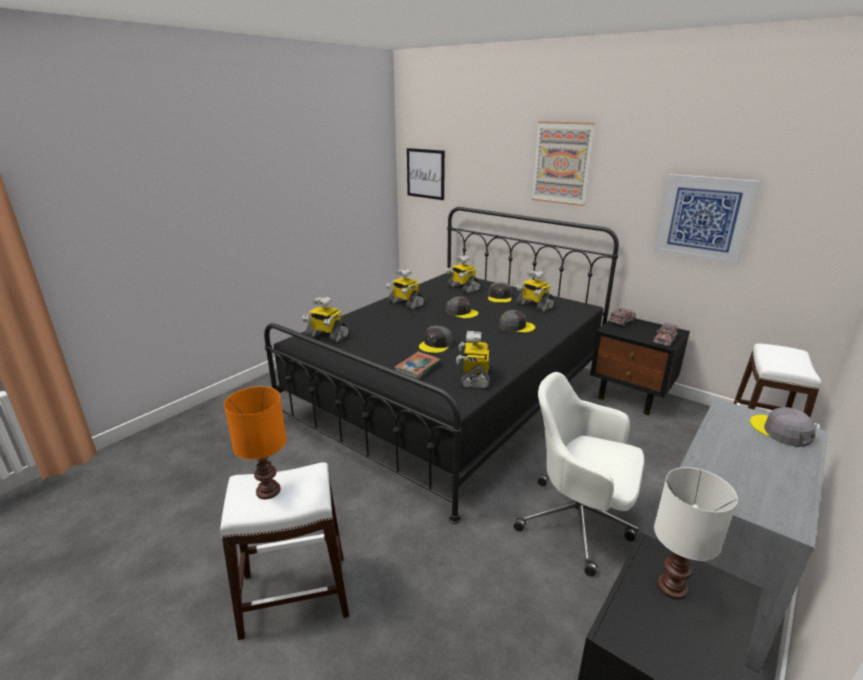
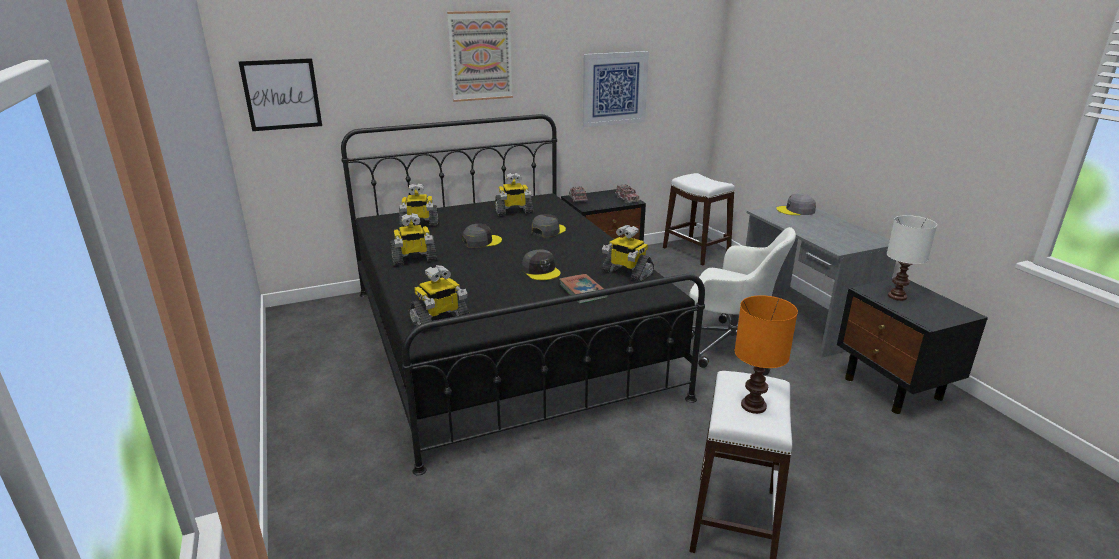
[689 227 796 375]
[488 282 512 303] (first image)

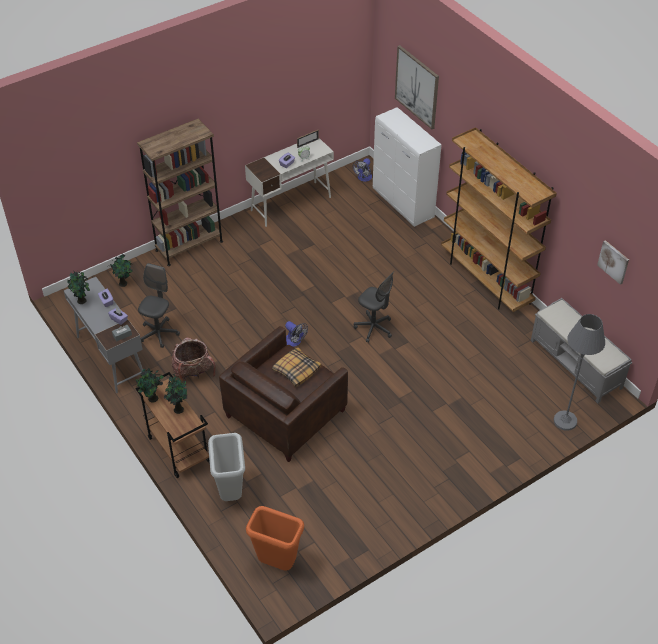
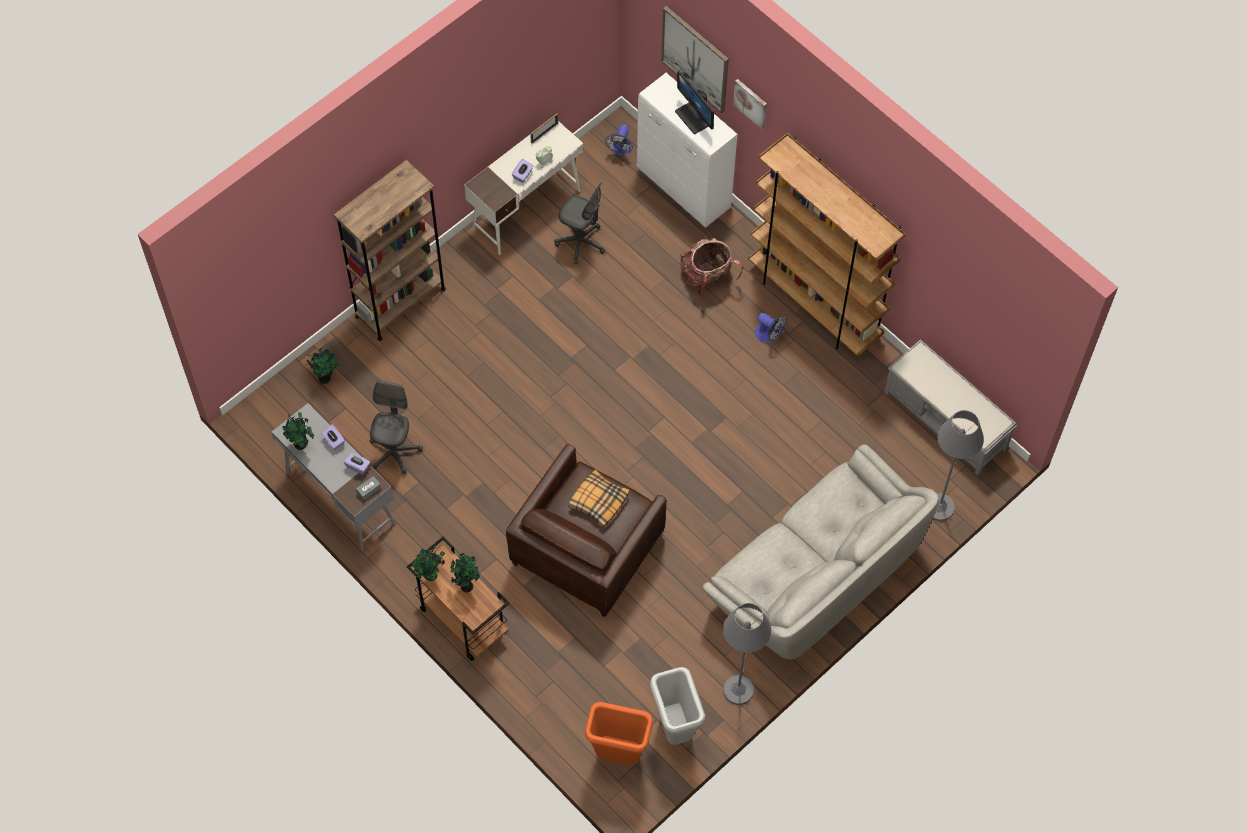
[554 183 605 264]
[650 667 705 745]
[675 70 714 134]
[681 238 744 295]
[703 444 939 661]
[723 603 771 705]
[733 79 767 129]
[755 313 788 343]

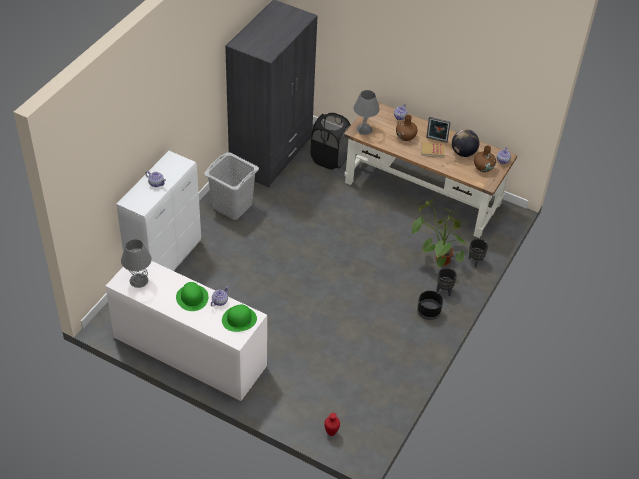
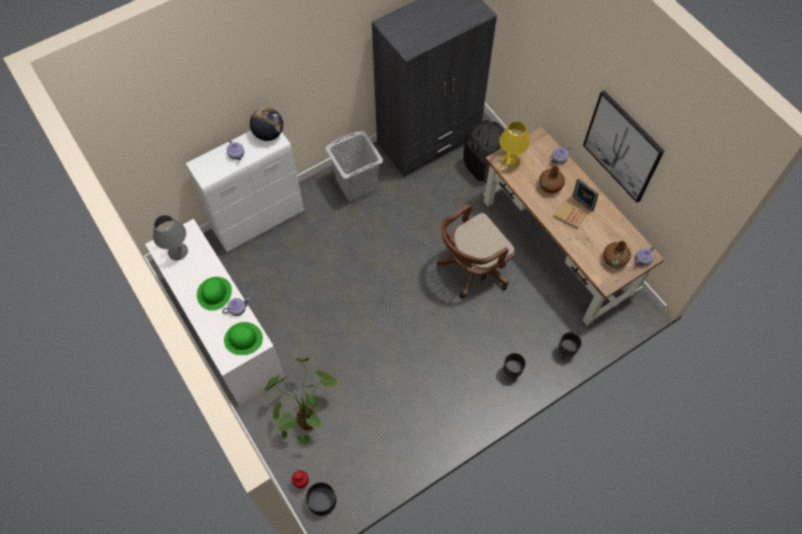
[250 107 283 141]
[264 358 339 445]
[306 482 336 516]
[437 204 515 298]
[499 121 530 168]
[583 90 664 203]

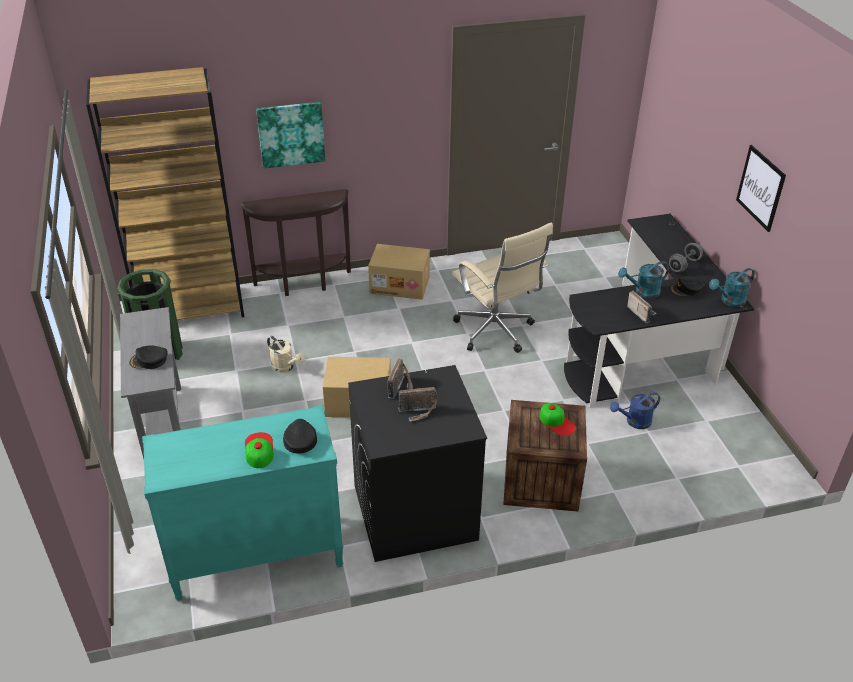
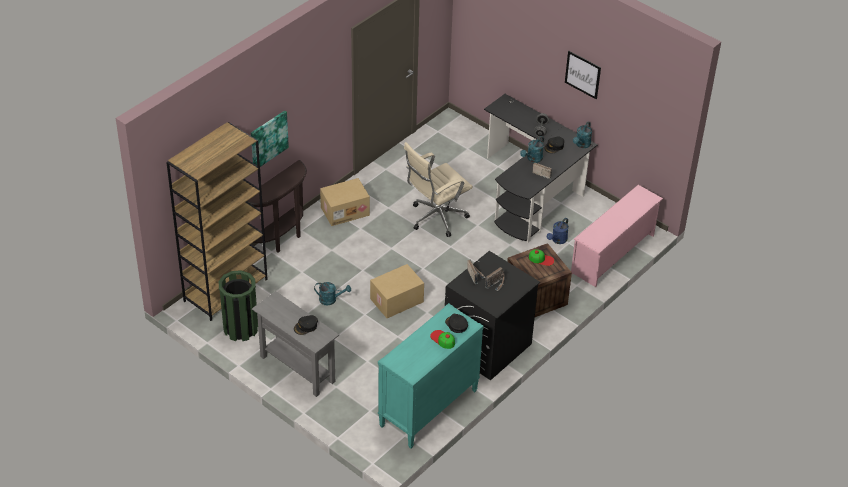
[314 282 351 306]
[404 142 473 237]
[571 185 663 287]

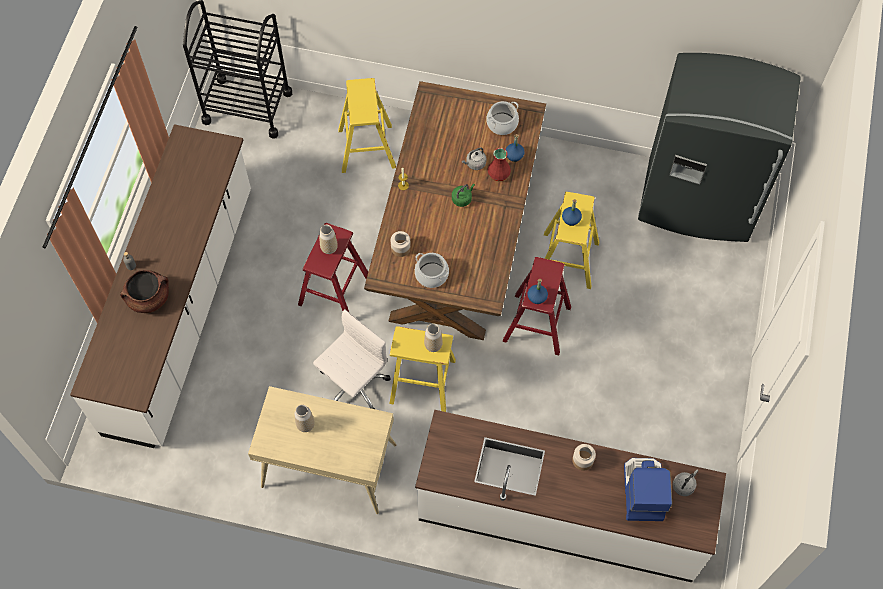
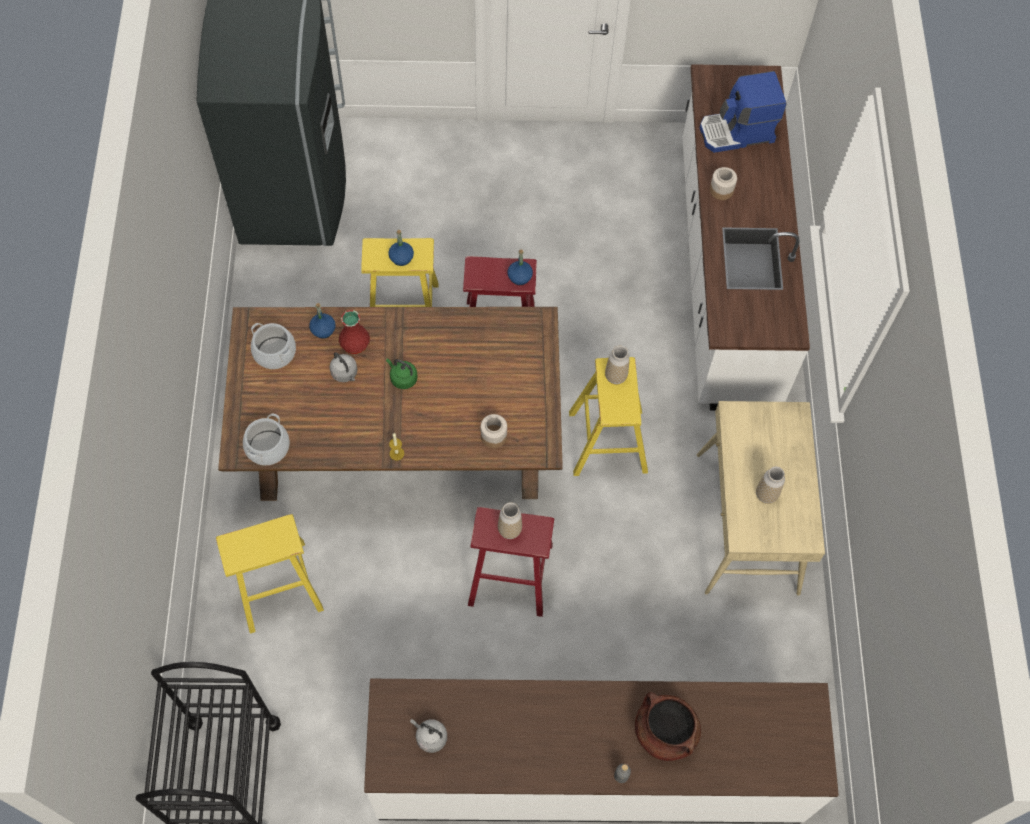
[243 413 290 465]
[410 719 447 753]
[313 309 391 409] (first image)

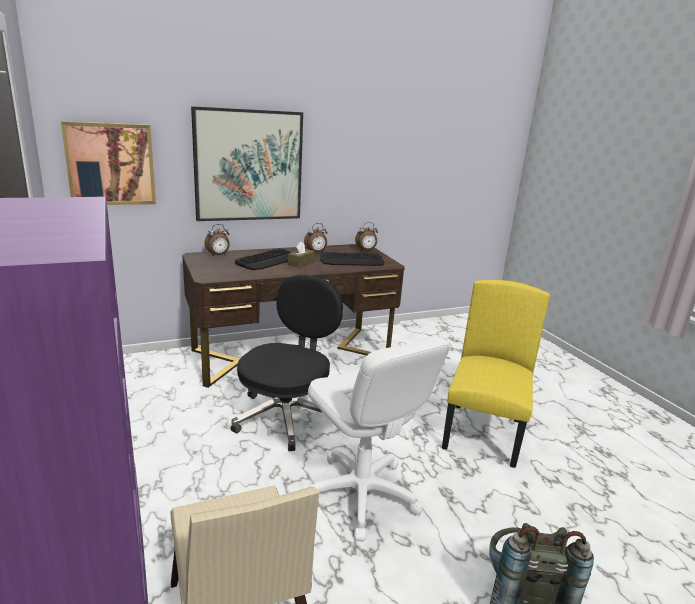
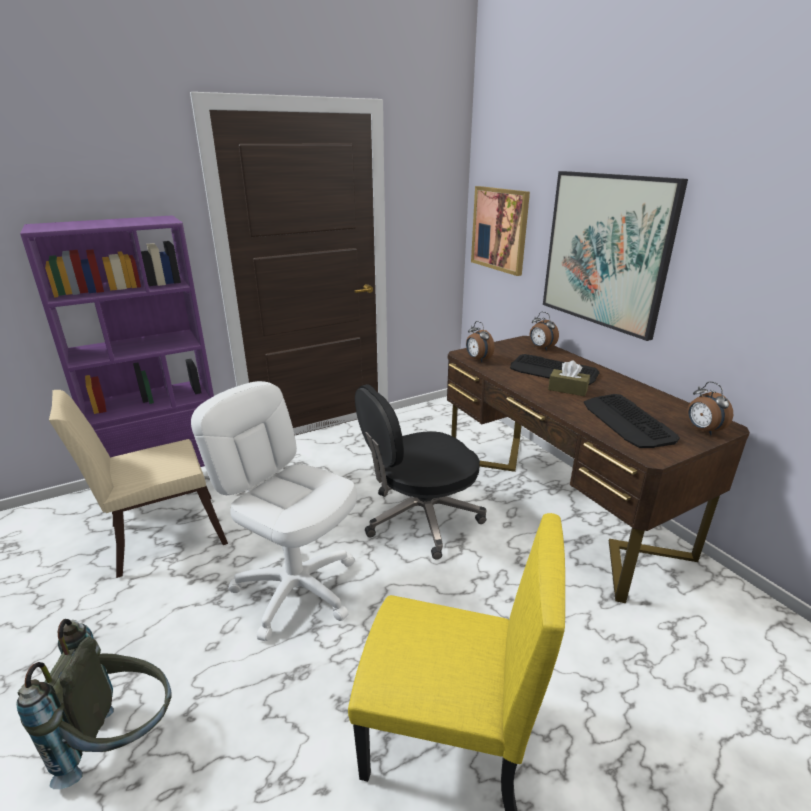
[191 381 357 641]
[355 384 486 560]
[466 321 494 362]

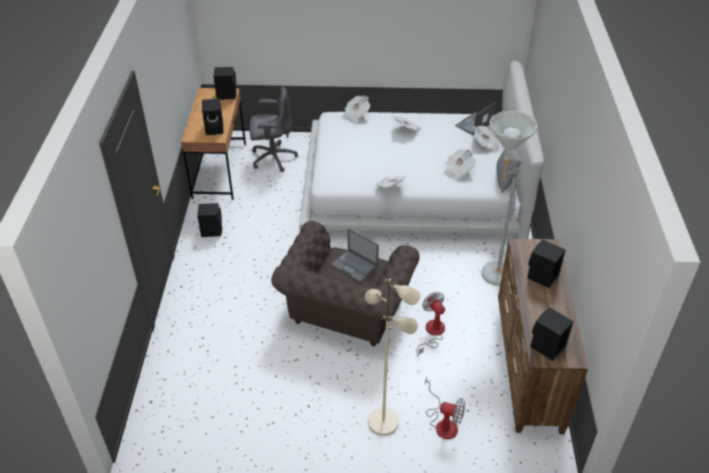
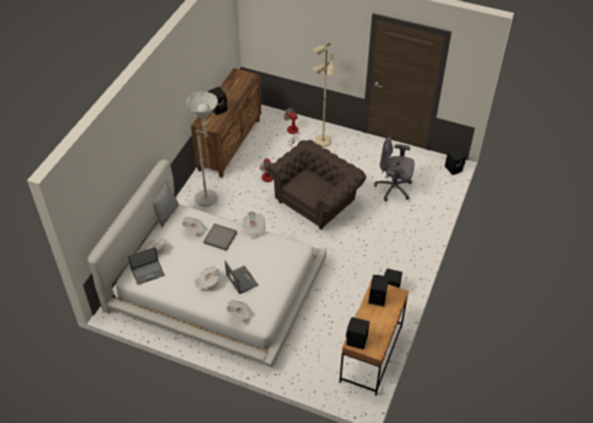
[203 223 237 251]
[225 261 258 294]
[374 136 415 201]
[445 148 466 175]

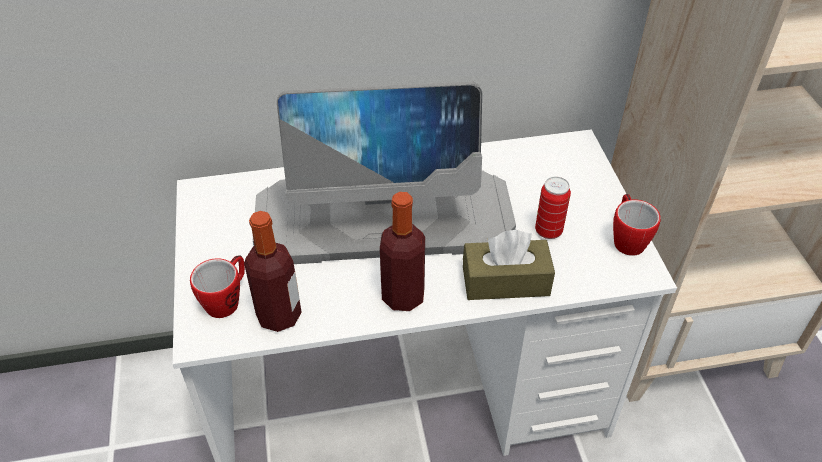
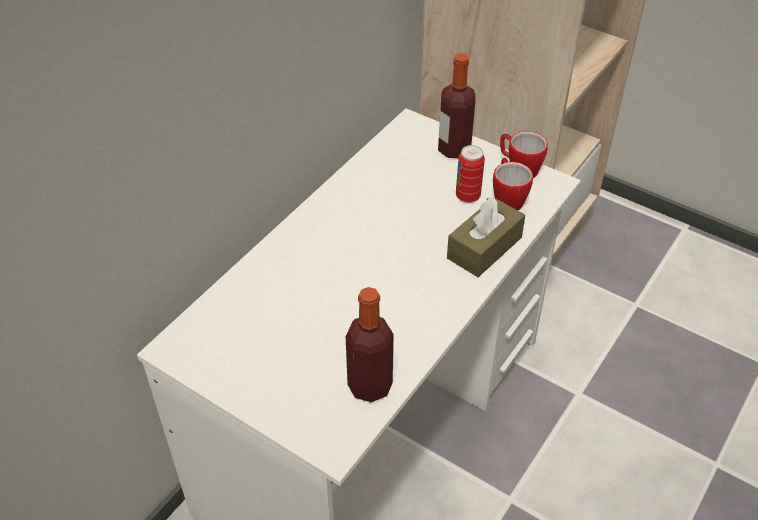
[438 53 476 158]
[493 157 533 210]
[253 81 516 264] (first image)

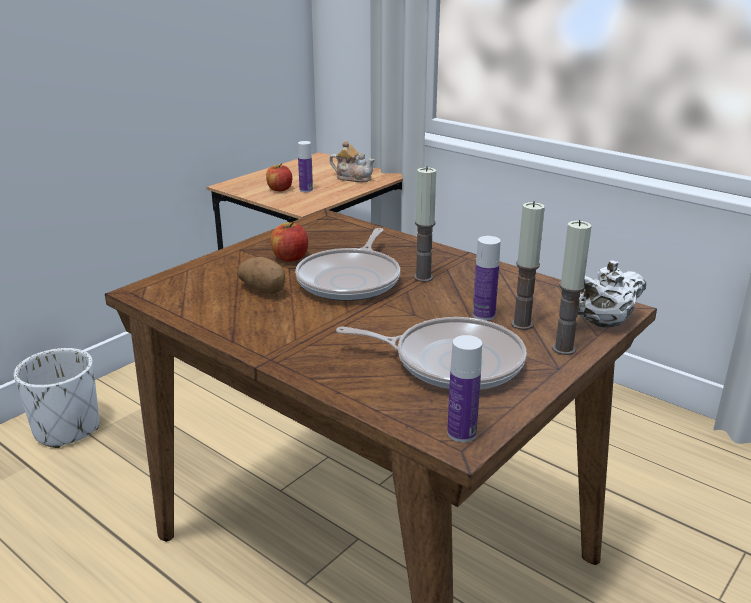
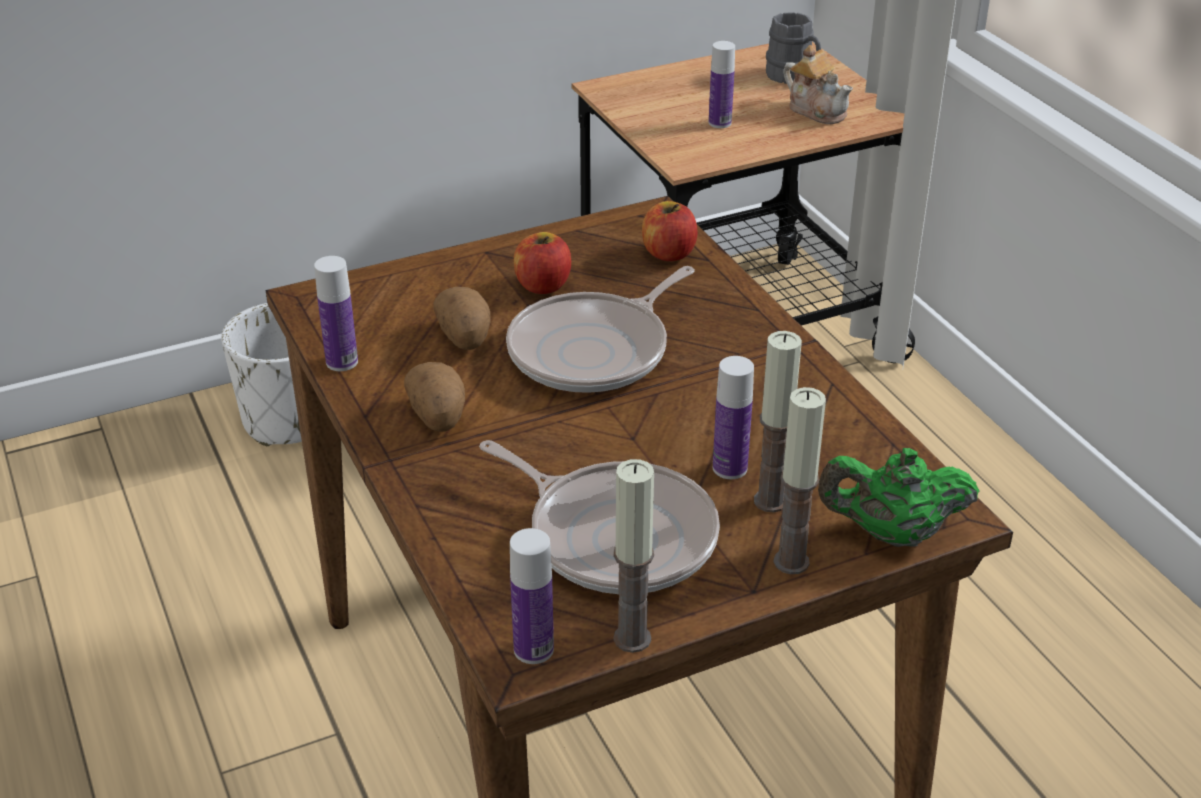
[314 256 358 371]
[404 362 465 432]
[613 459 654 653]
[642 201 697 261]
[766 12 821 84]
[818 448 979 547]

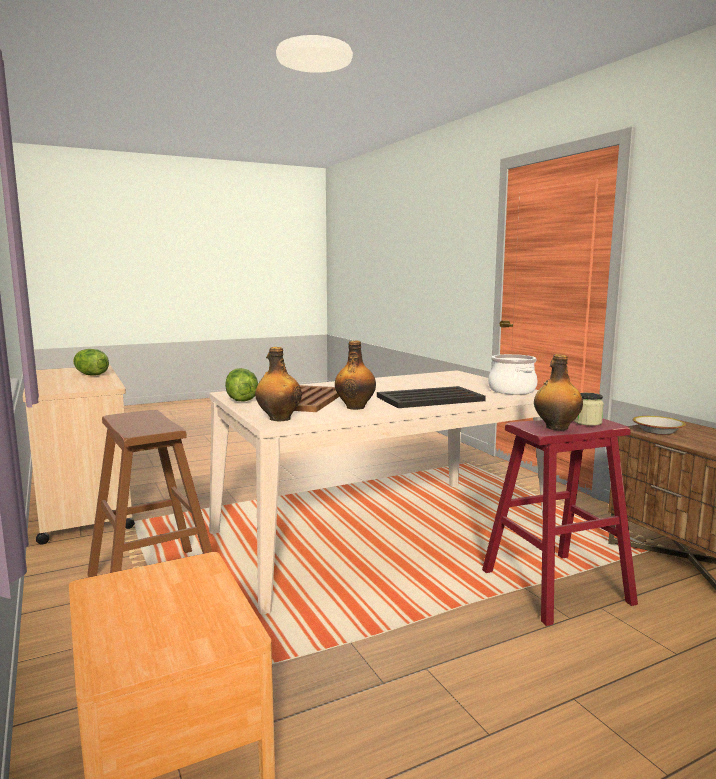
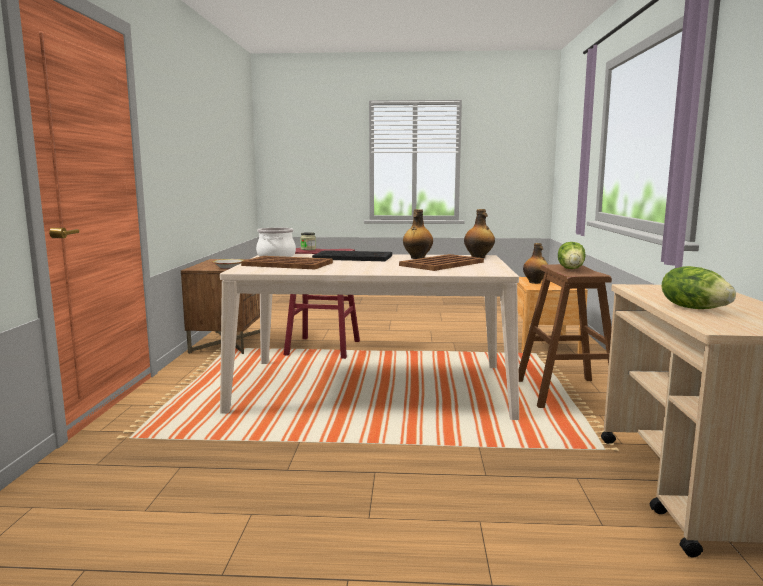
[241 256 333 269]
[523 243 548 284]
[558 242 586 269]

